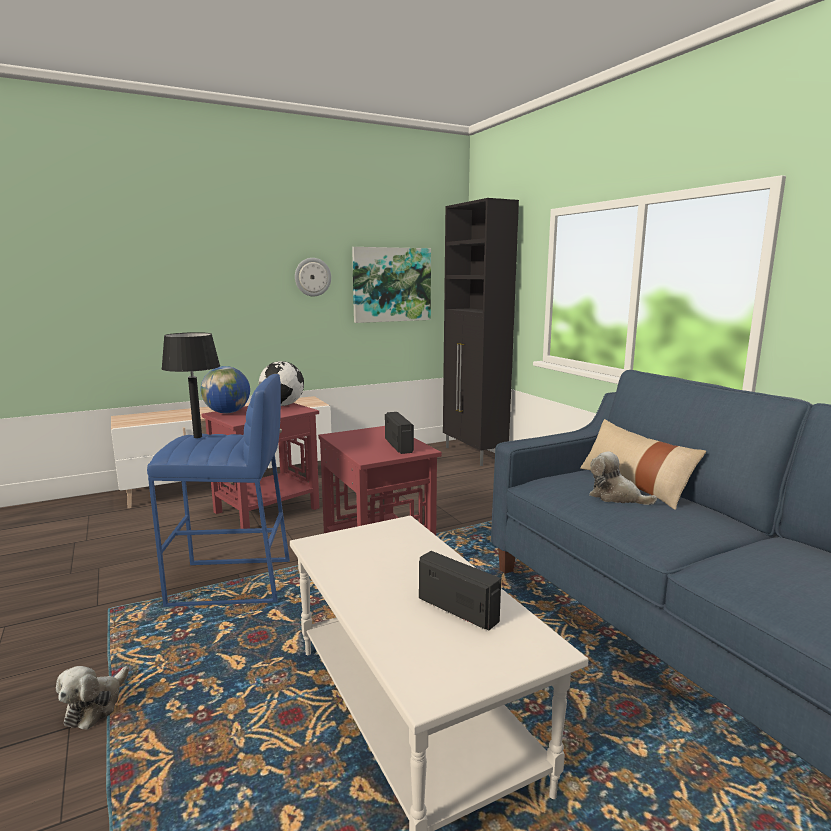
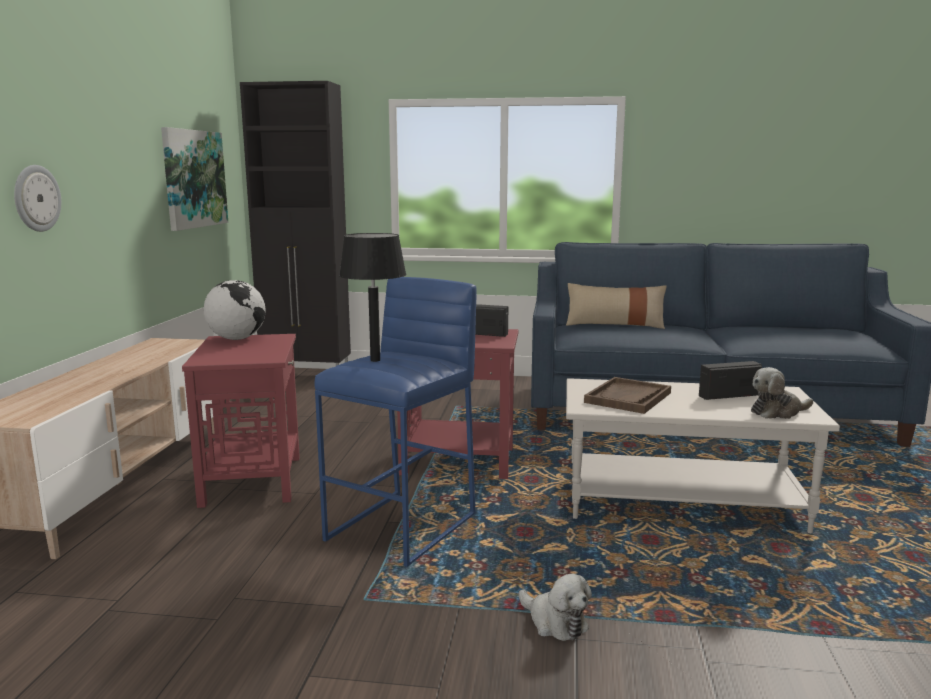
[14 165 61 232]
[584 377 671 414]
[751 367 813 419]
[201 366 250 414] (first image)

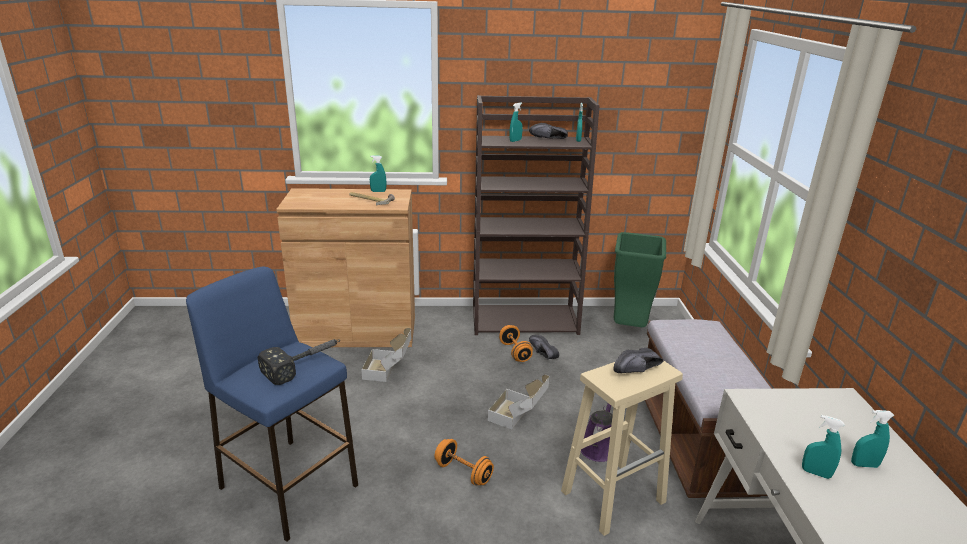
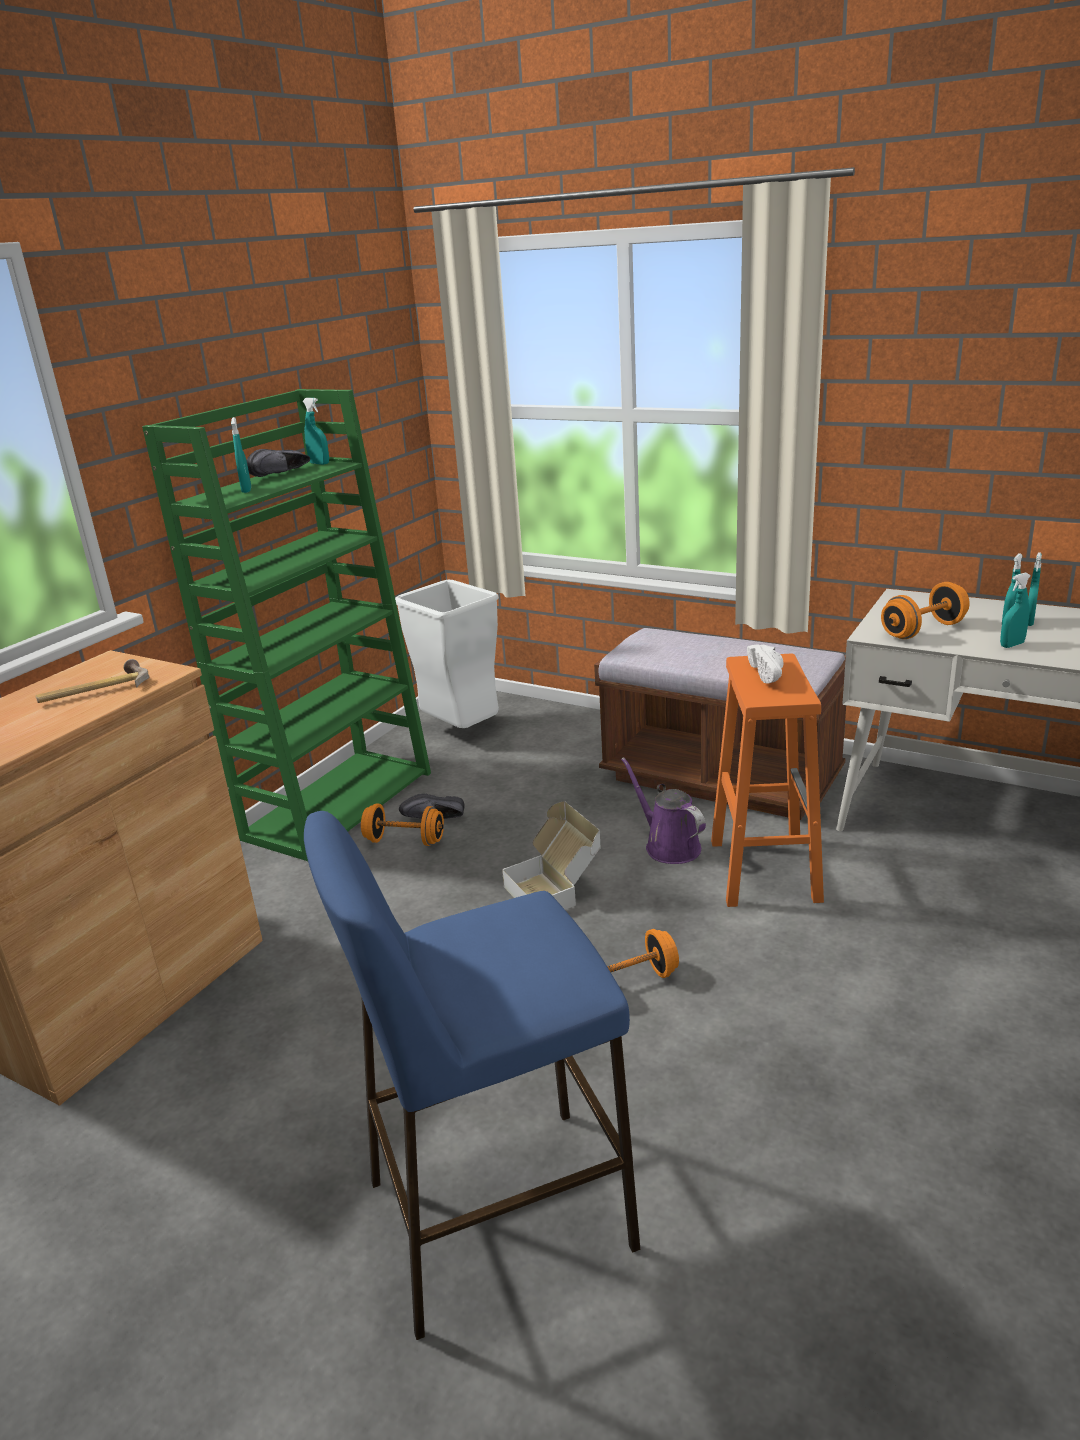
[142 389 431 861]
[395 580 499 728]
[711 654 824 907]
[747 644 783 683]
[881 582 970 639]
[1028 552 1042 626]
[258 339 340 385] (first image)
[361 328 411 382] (first image)

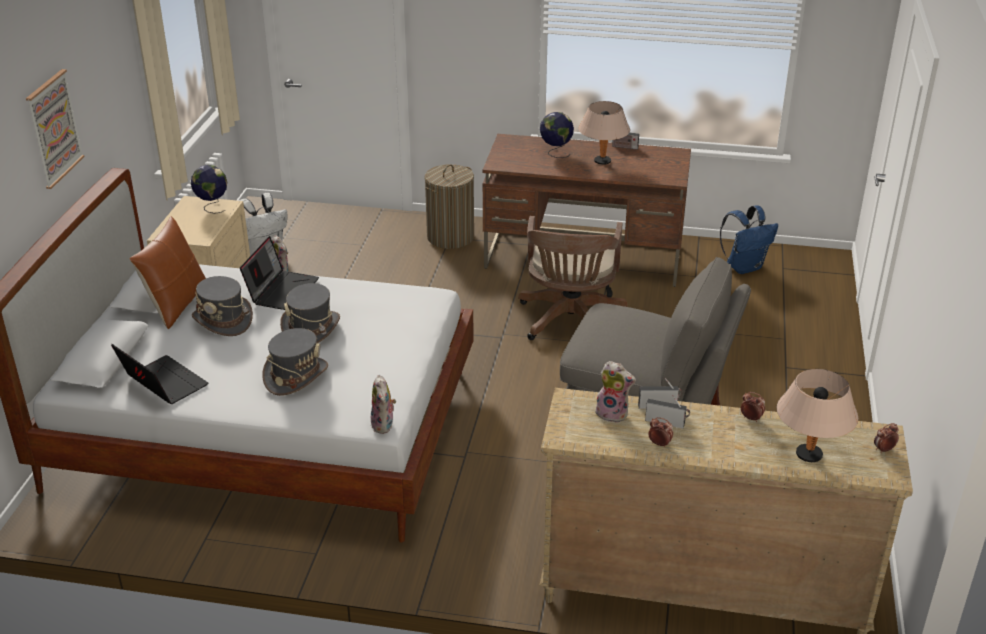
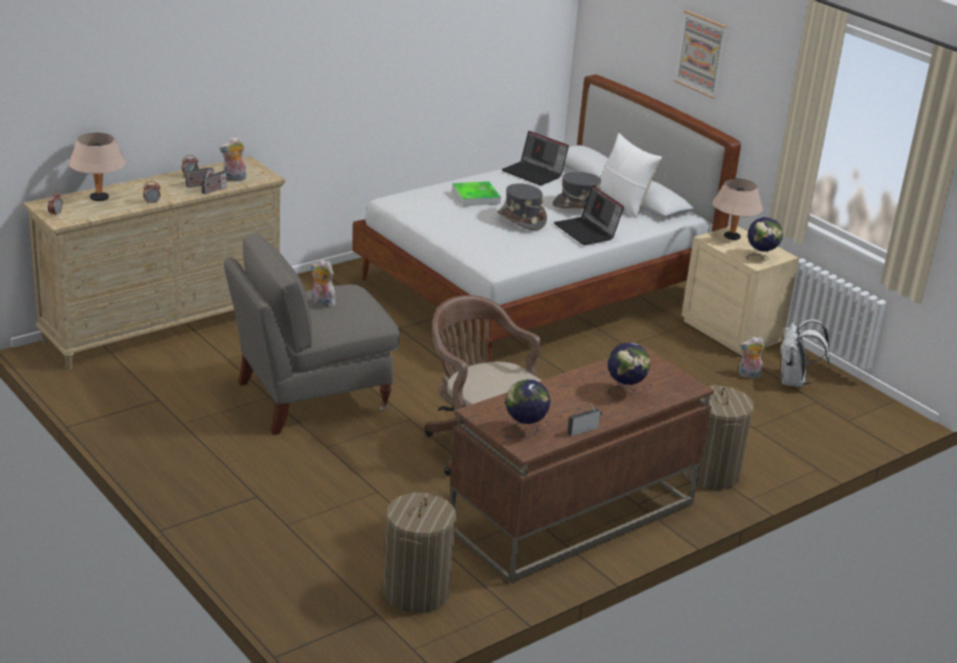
[310 259 336 308]
[383 493 456 613]
[452 181 501 206]
[502 131 569 186]
[505 379 550 437]
[599 133 662 218]
[712 179 763 240]

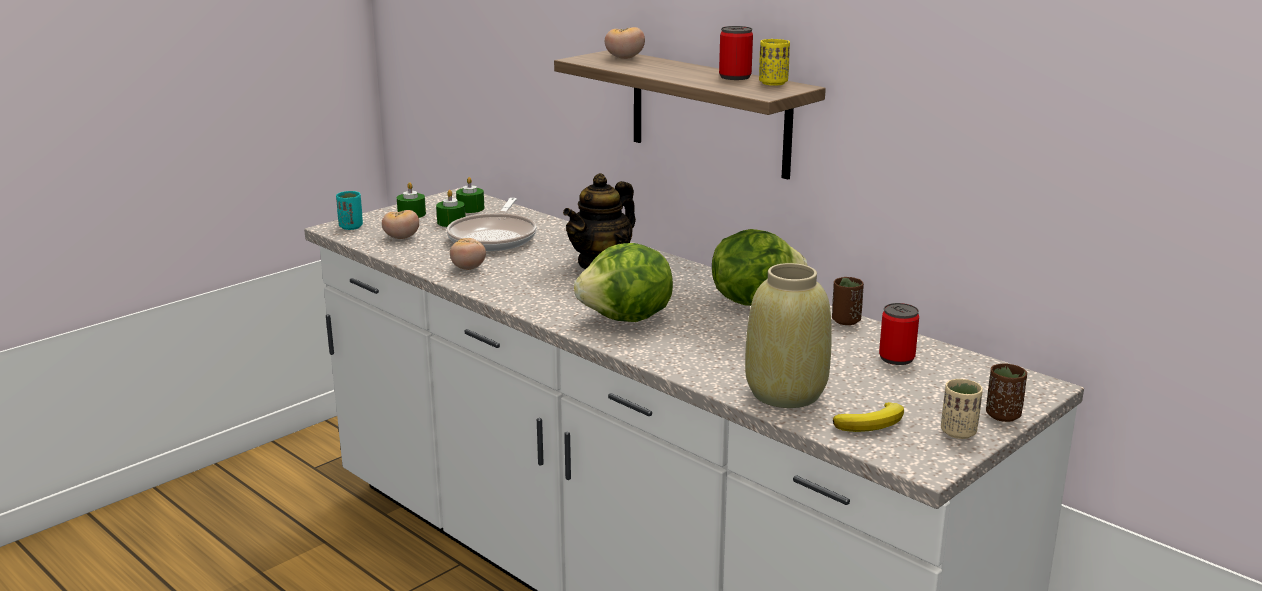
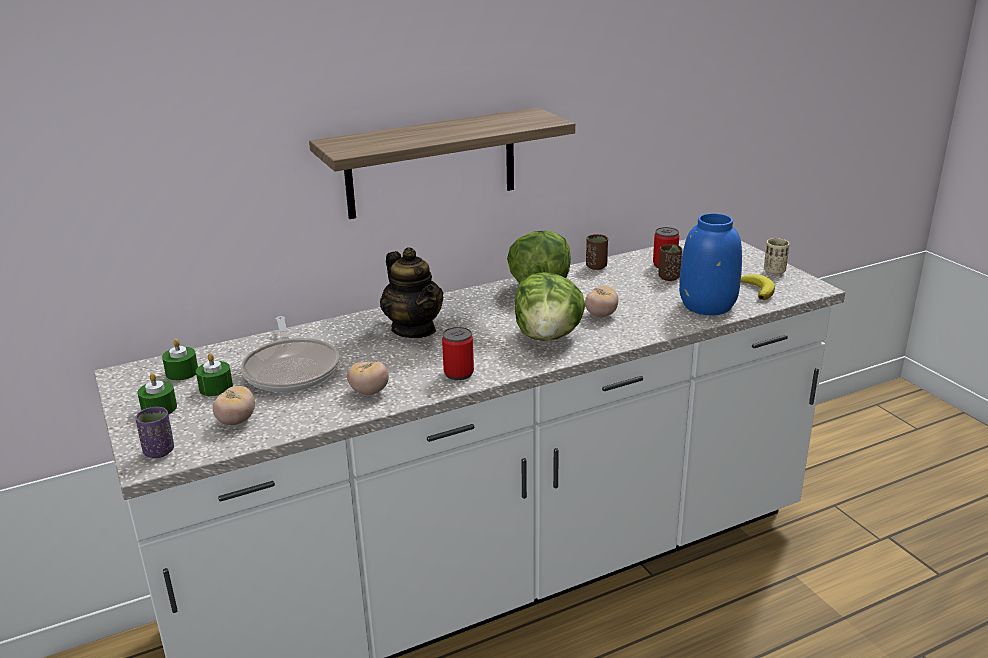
[135 407 174 458]
[241 316 340 392]
[442 327 474 380]
[585 286 618 317]
[659 244 683 281]
[679 213 742 315]
[759 39 790 86] (first image)

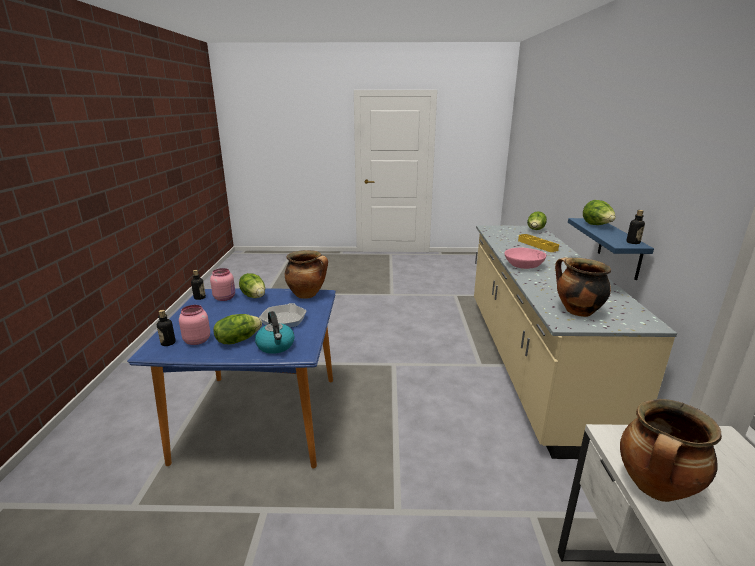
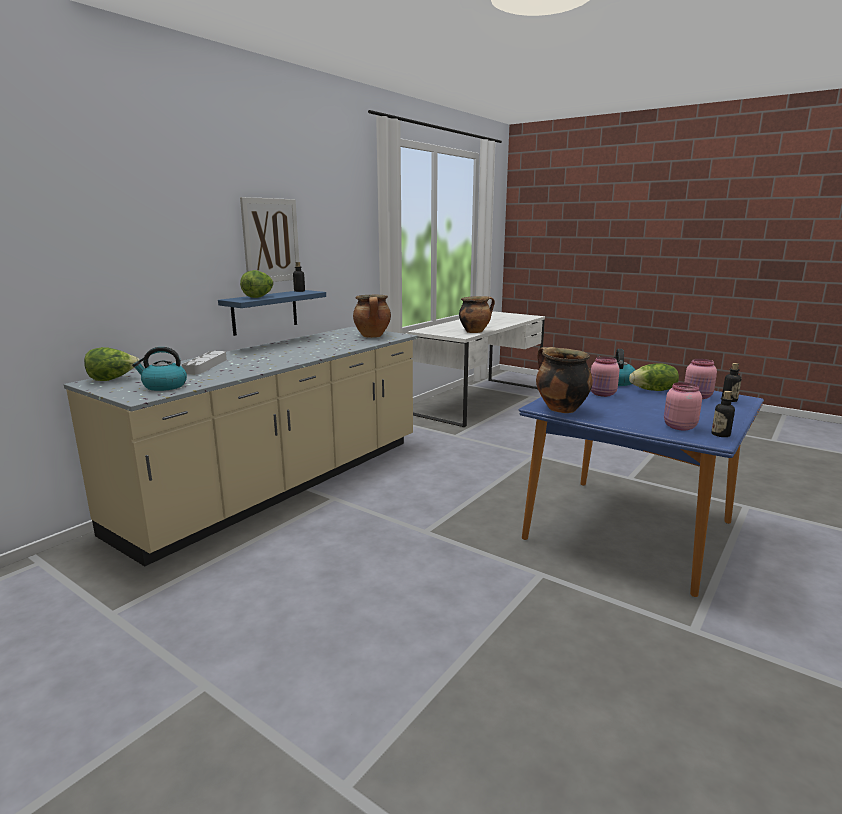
[132 347 187 391]
[182 351 227 374]
[240 197 299 282]
[591 357 619 397]
[239 273 265 298] (first image)
[504 247 546 269] (first image)

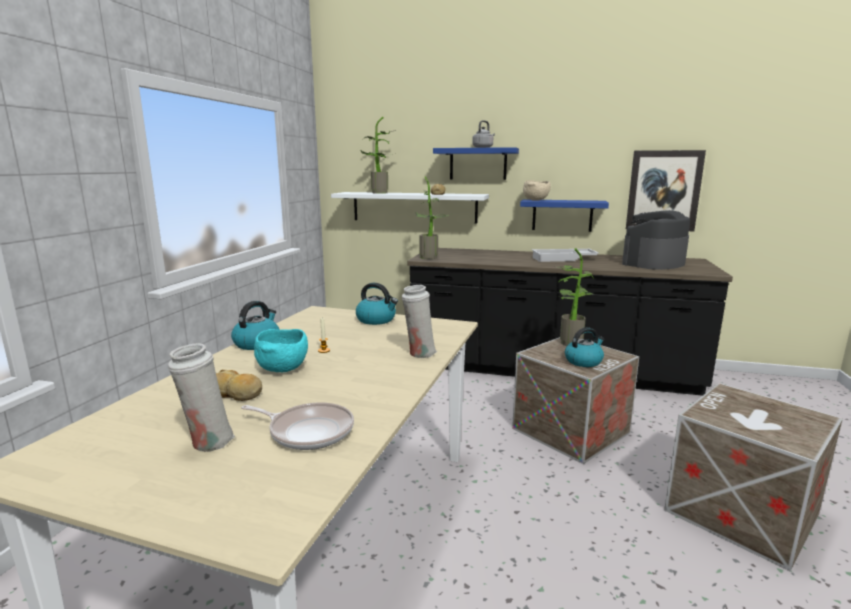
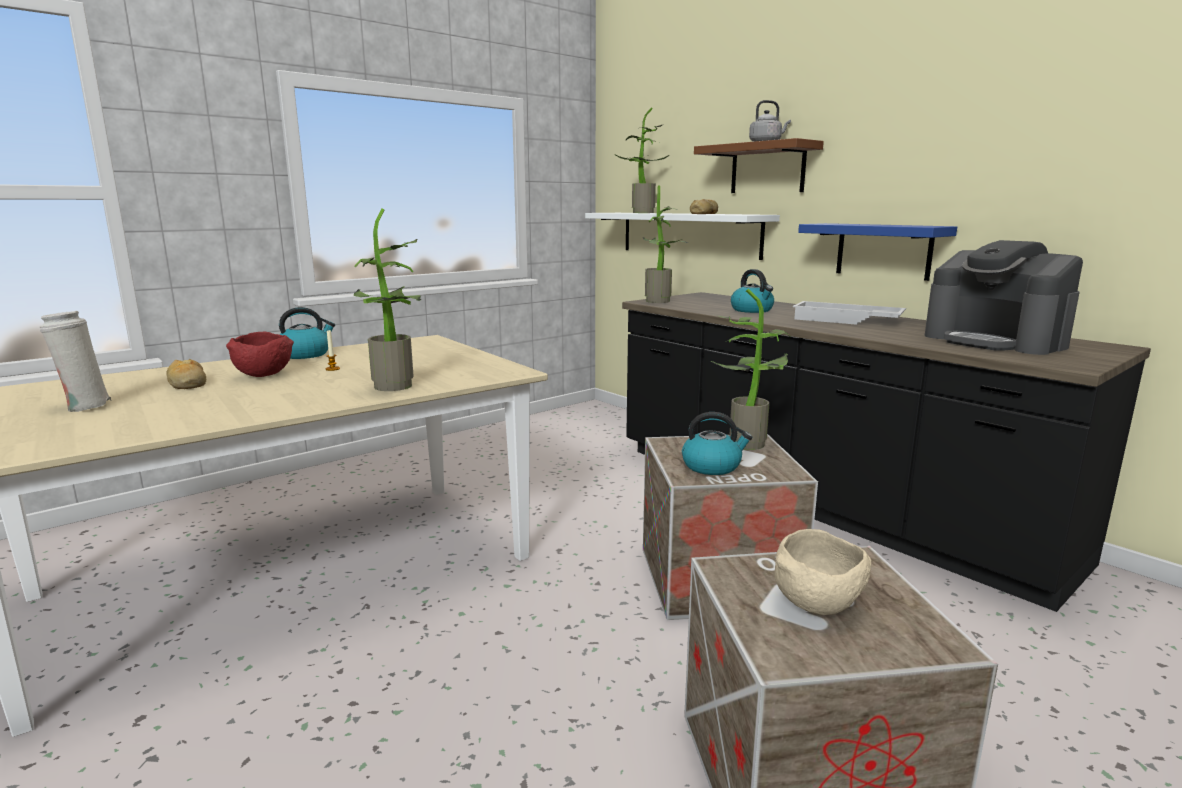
[226 332 294 377]
[354 208 421 391]
[694 138 824 193]
[731 269 774 313]
[774 529 872 615]
[925 240 1083 355]
[241 402 354 450] (first image)
[626 150 706 231] (first image)

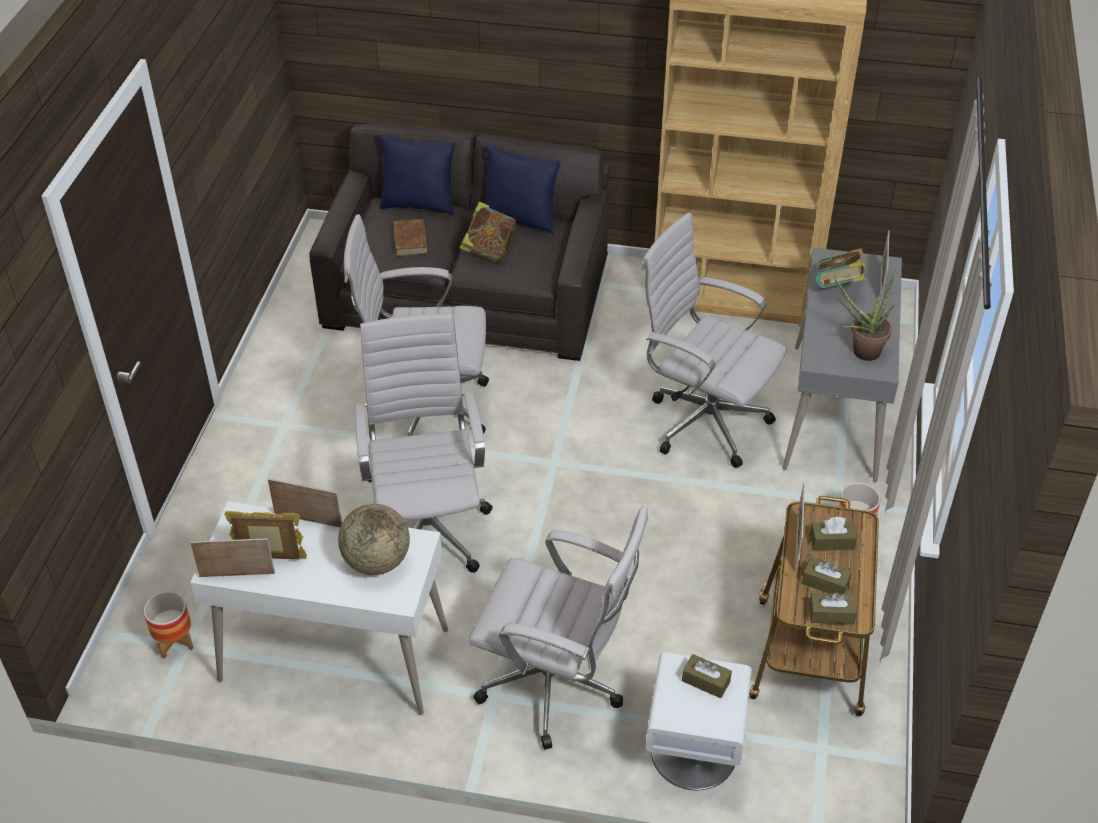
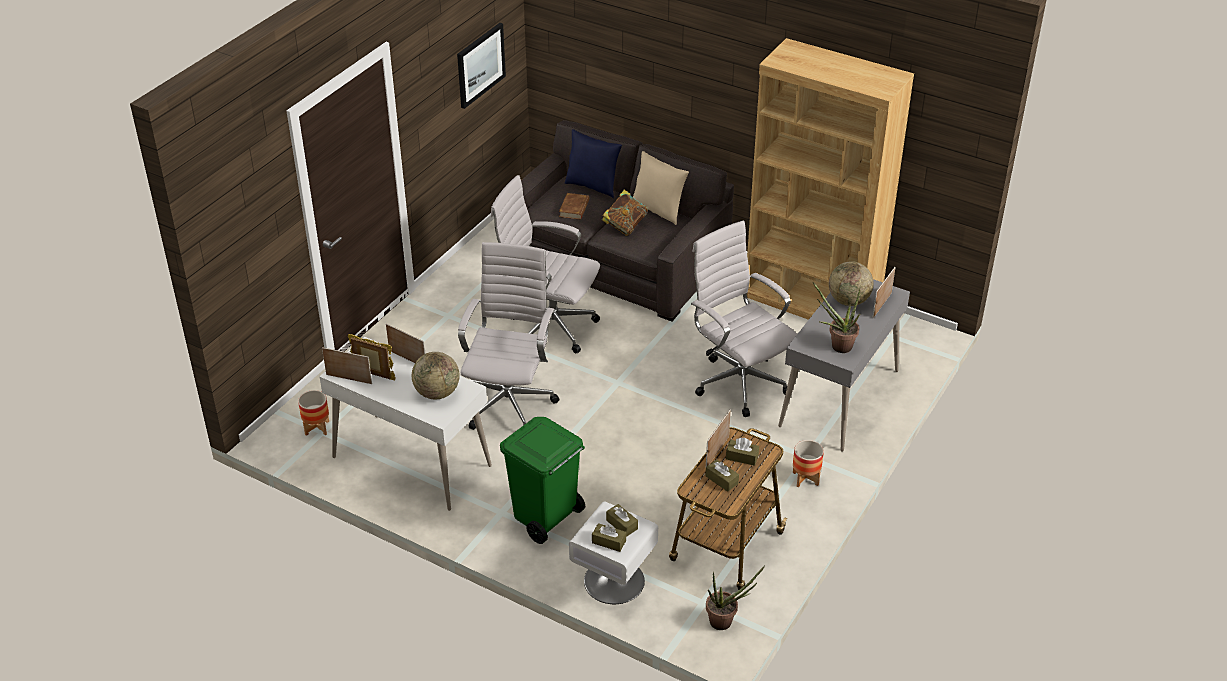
[457 23 506 109]
[500 417 585 544]
[592 523 626 552]
[633 151 689 225]
[706 565 765 630]
[829 261 874 306]

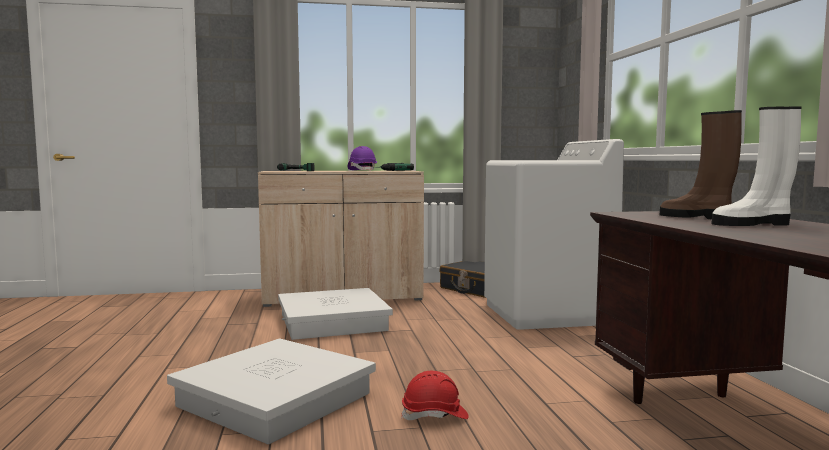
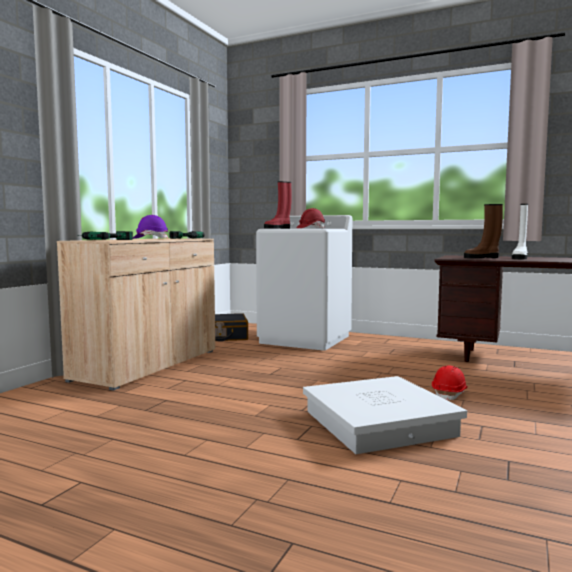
[264 181 292 229]
[296 208 325 229]
[278 288 393 340] (first image)

